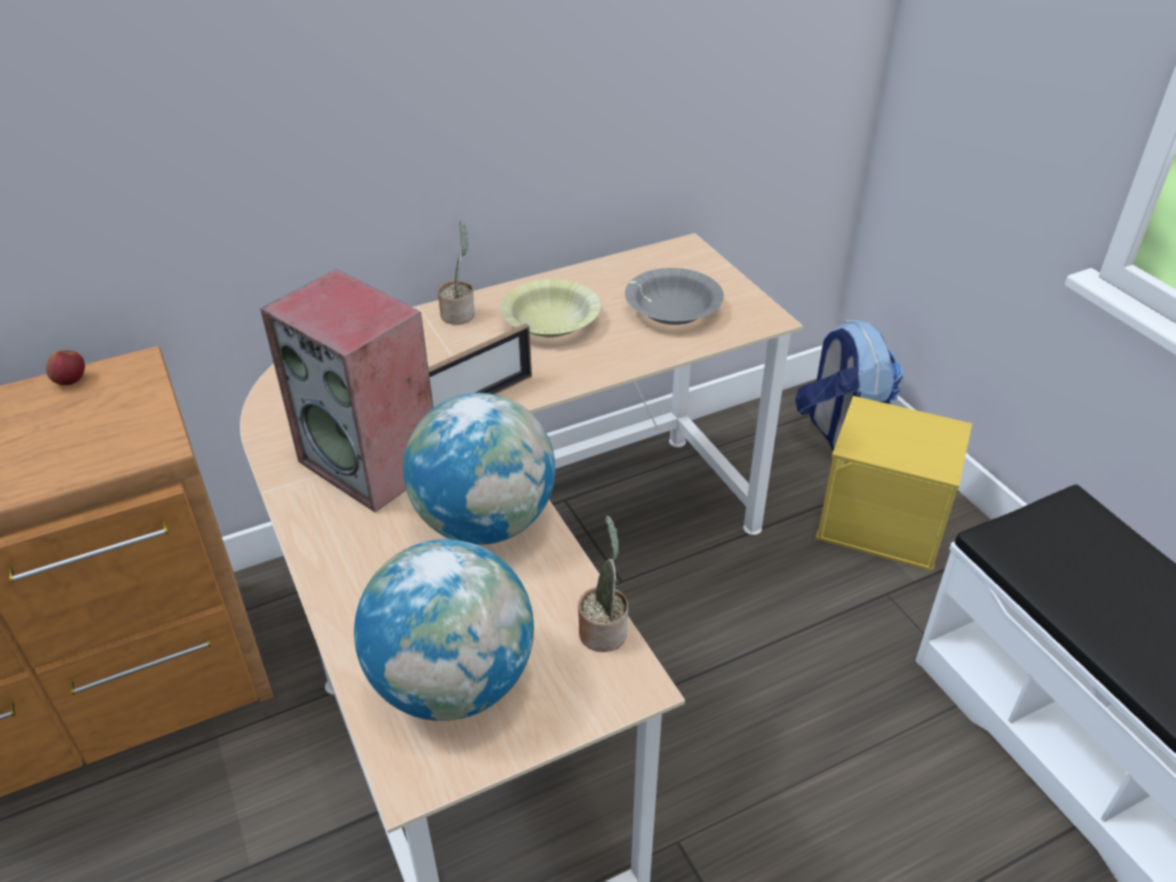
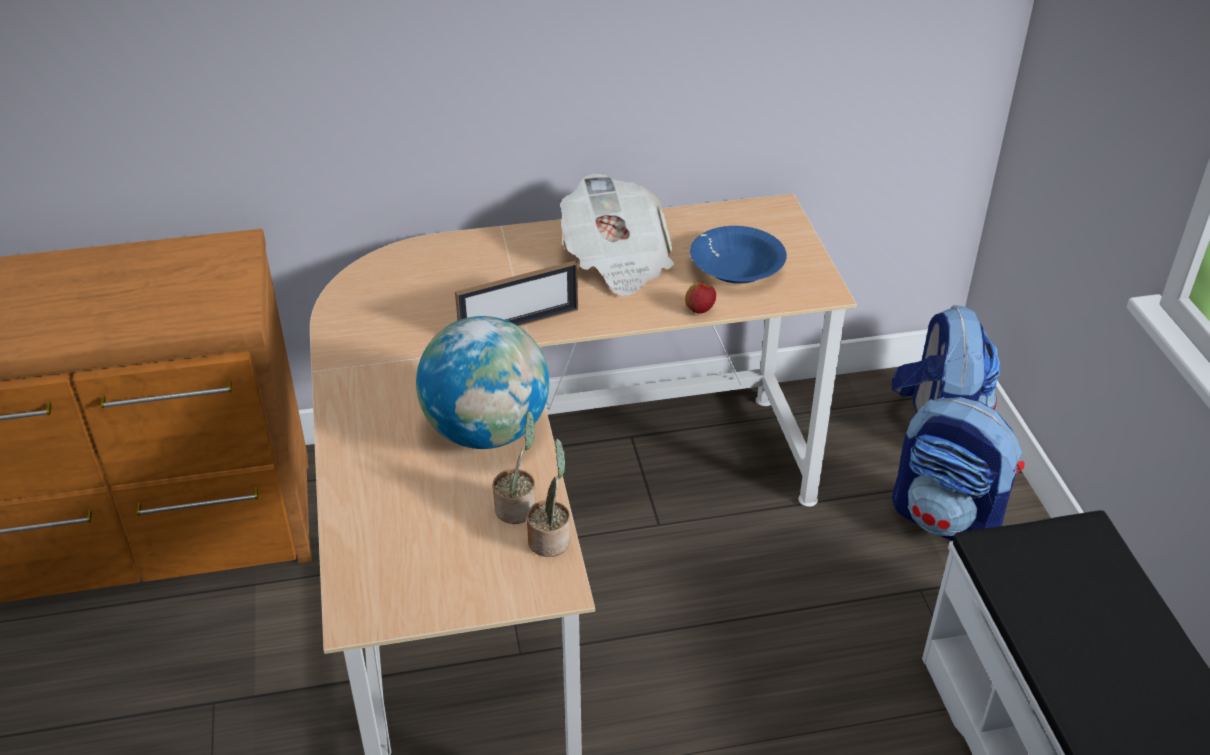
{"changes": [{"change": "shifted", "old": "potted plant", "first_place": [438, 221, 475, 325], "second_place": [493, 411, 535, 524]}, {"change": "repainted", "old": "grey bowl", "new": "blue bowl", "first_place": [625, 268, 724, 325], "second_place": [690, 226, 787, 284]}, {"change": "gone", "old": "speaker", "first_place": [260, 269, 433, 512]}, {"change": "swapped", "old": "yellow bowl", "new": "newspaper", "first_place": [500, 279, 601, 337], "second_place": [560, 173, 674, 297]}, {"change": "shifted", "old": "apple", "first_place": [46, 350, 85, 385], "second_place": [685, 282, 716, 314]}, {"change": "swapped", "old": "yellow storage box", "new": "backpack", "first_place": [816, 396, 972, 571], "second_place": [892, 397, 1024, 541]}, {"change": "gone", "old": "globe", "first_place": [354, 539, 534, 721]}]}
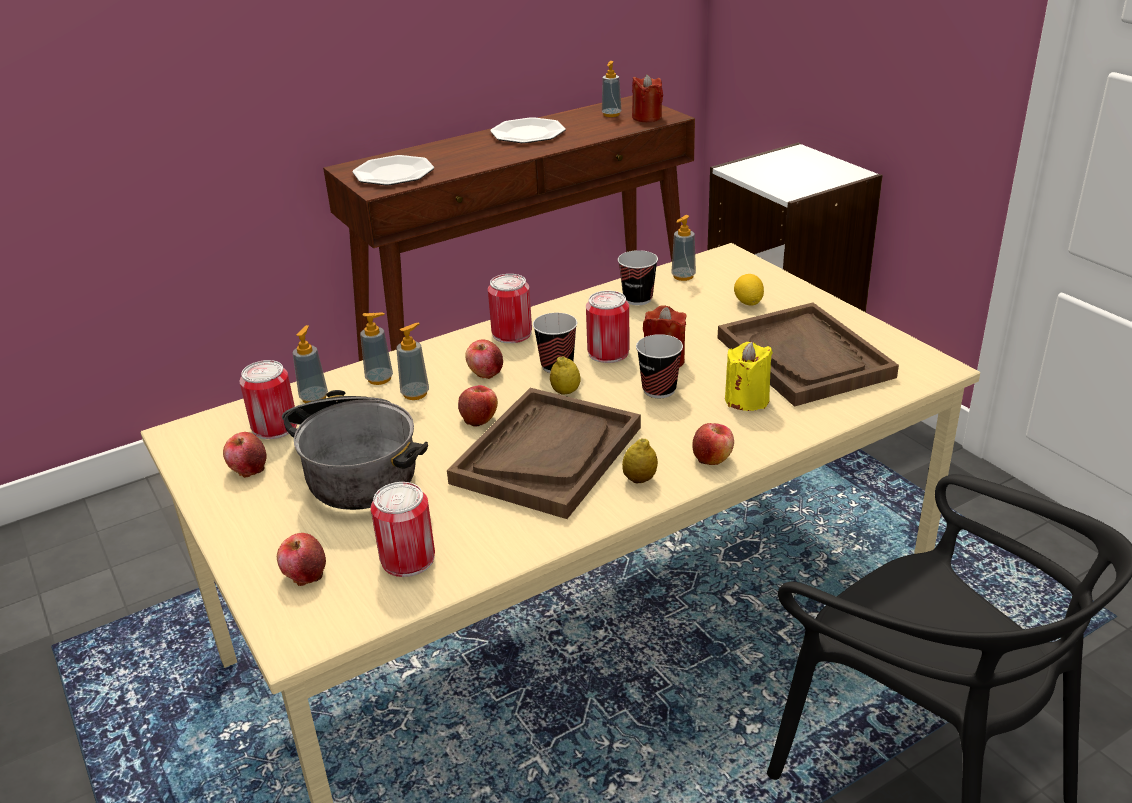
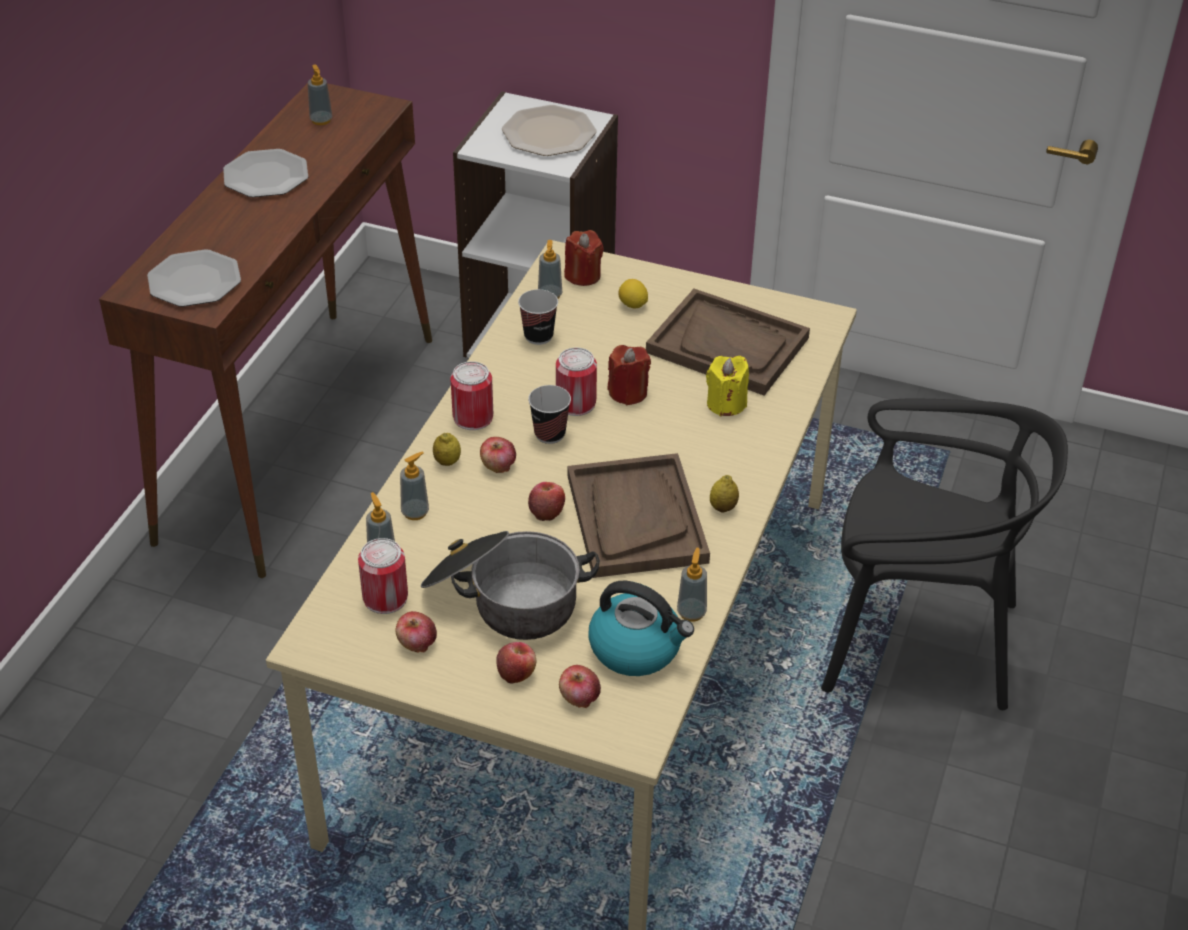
{"changes": [{"change": "shifted", "old": "red candle", "first_place": [632, 74, 663, 122], "second_place": [564, 230, 604, 286]}, {"change": "shifted", "old": "soap dispenser", "first_place": [397, 323, 429, 400], "second_place": [677, 548, 707, 622]}, {"change": "gone", "old": "cup", "first_place": [636, 334, 683, 398]}, {"change": "shifted", "old": "lemon", "first_place": [550, 356, 581, 395], "second_place": [433, 433, 461, 466]}, {"change": "shifted", "old": "apple", "first_place": [692, 423, 734, 465], "second_place": [496, 642, 536, 684]}, {"change": "swapped", "old": "can", "new": "kettle", "first_place": [371, 482, 435, 577], "second_place": [588, 581, 694, 676]}, {"change": "new", "new": "plate", "second_place": [502, 105, 597, 156]}]}
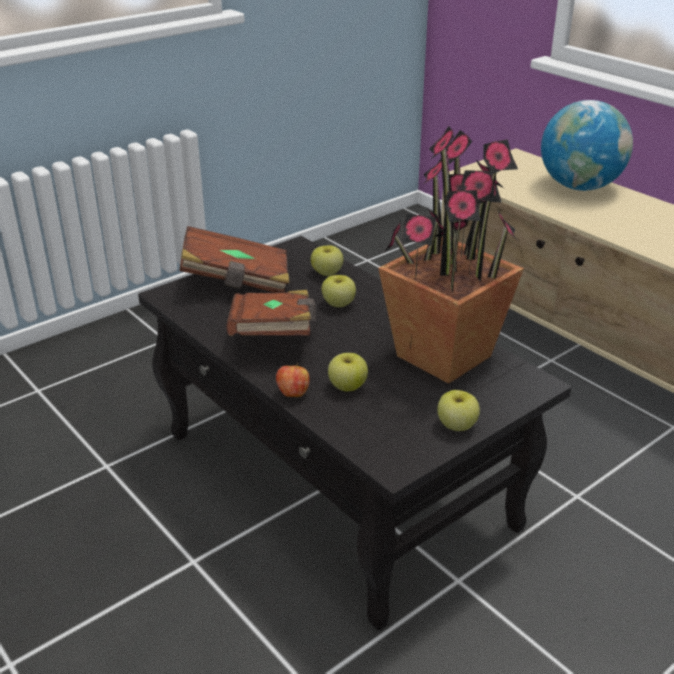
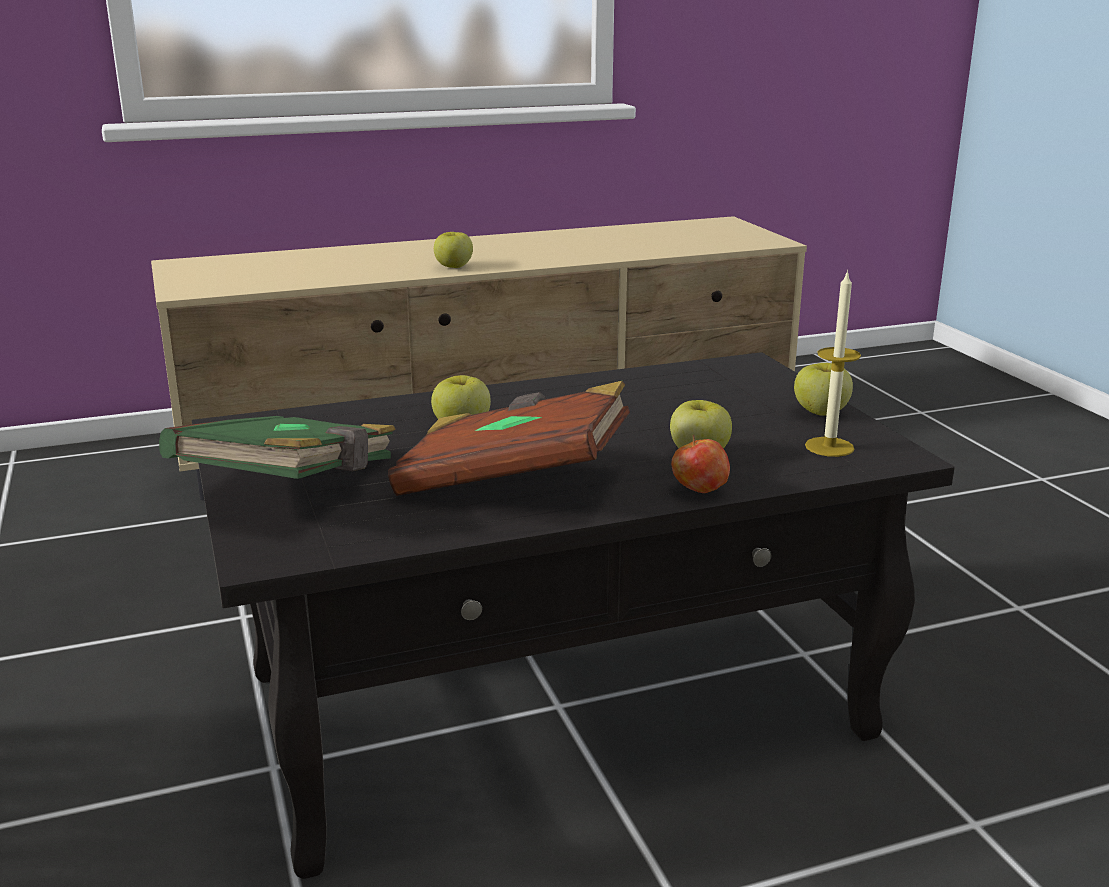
{"changes": [{"change": "gone", "old": "globe", "first_place": [541, 100, 633, 191]}, {"change": "gone", "old": "potted plant", "first_place": [378, 126, 524, 384]}, {"change": "repainted", "old": "brown book", "new": "green book", "first_place": [179, 226, 290, 293], "second_place": [159, 416, 396, 479]}, {"change": "shifted", "old": "apple", "first_place": [311, 245, 343, 276], "second_place": [434, 232, 473, 268]}, {"change": "new", "new": "candle", "second_place": [805, 270, 861, 457]}]}
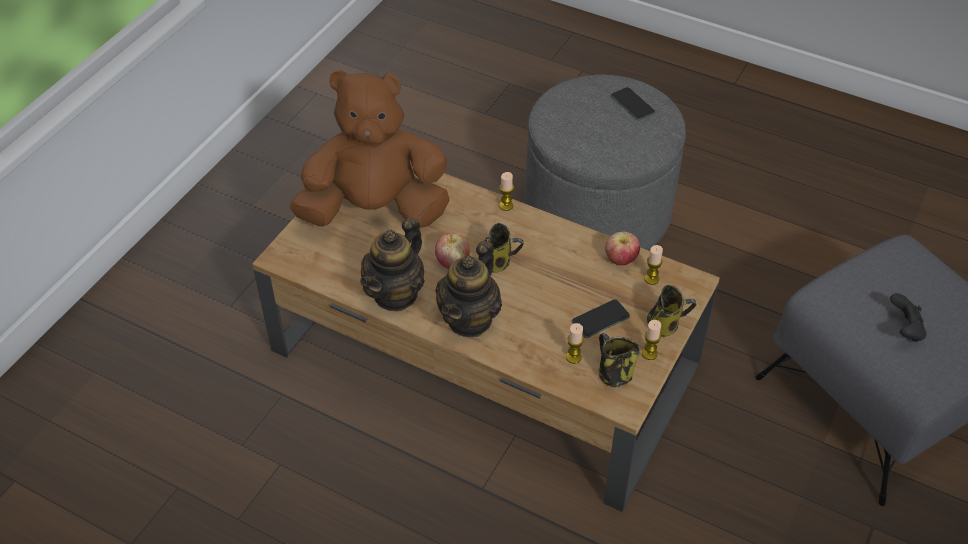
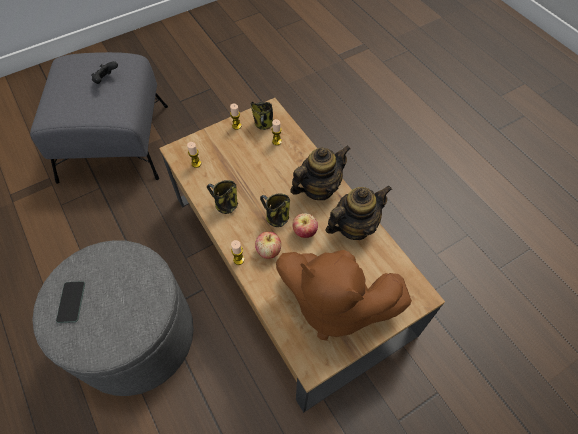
{"changes": [{"change": "shifted", "old": "apple", "first_place": [605, 232, 640, 265], "second_place": [255, 232, 281, 259]}, {"change": "shifted", "old": "mug", "first_place": [647, 285, 697, 337], "second_place": [207, 180, 238, 214]}, {"change": "gone", "old": "phone", "first_place": [572, 299, 630, 338]}]}
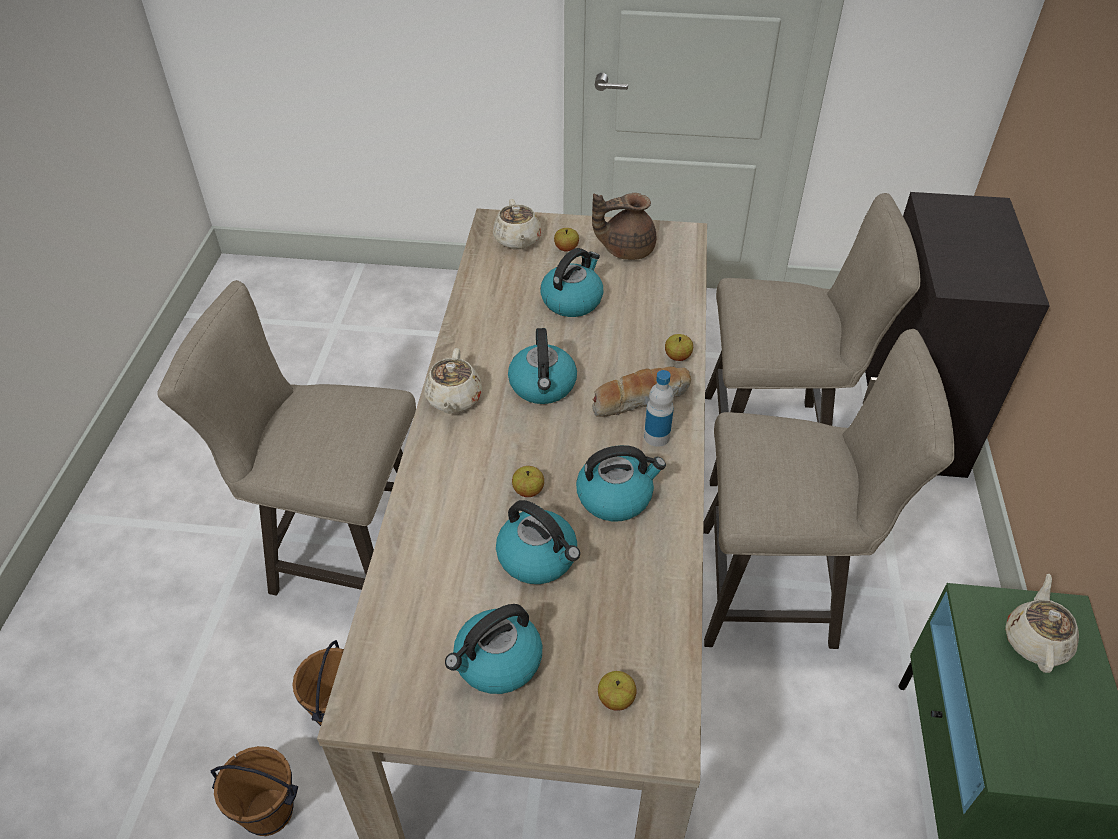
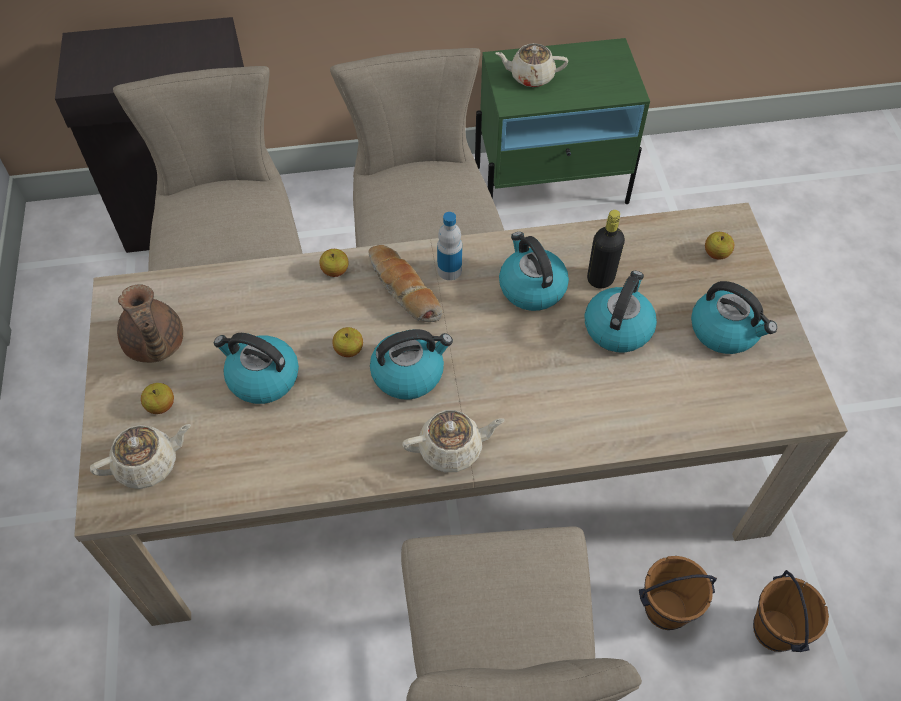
{"changes": [{"change": "shifted", "old": "apple", "first_place": [512, 466, 544, 497], "second_place": [332, 327, 363, 357]}, {"change": "new", "new": "black bottle", "second_place": [587, 210, 625, 288]}]}
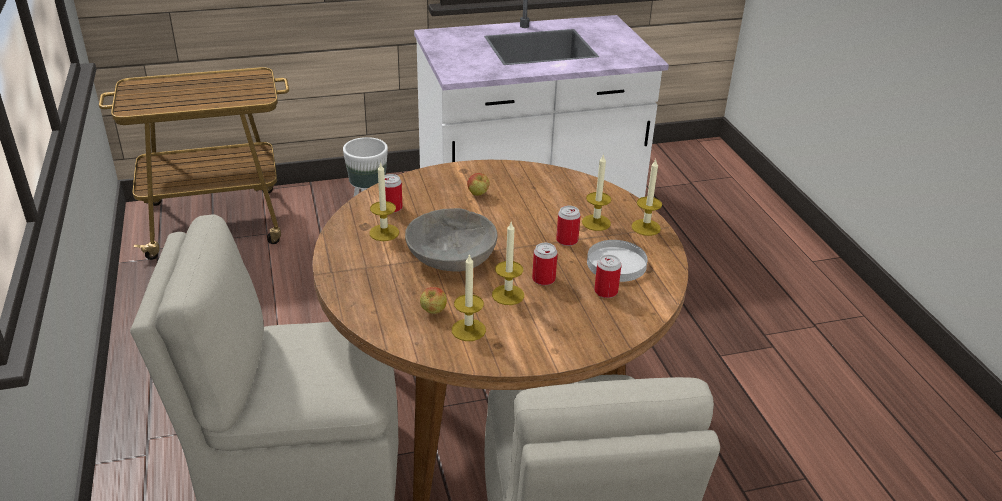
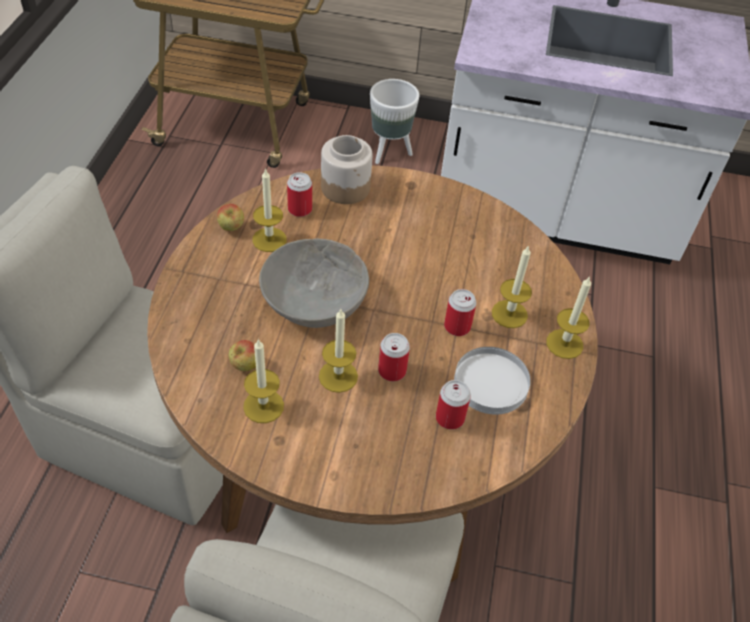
{"changes": [{"change": "shifted", "old": "apple", "first_place": [467, 173, 490, 196], "second_place": [217, 204, 244, 231]}, {"change": "new", "new": "jar", "second_place": [321, 135, 372, 204]}]}
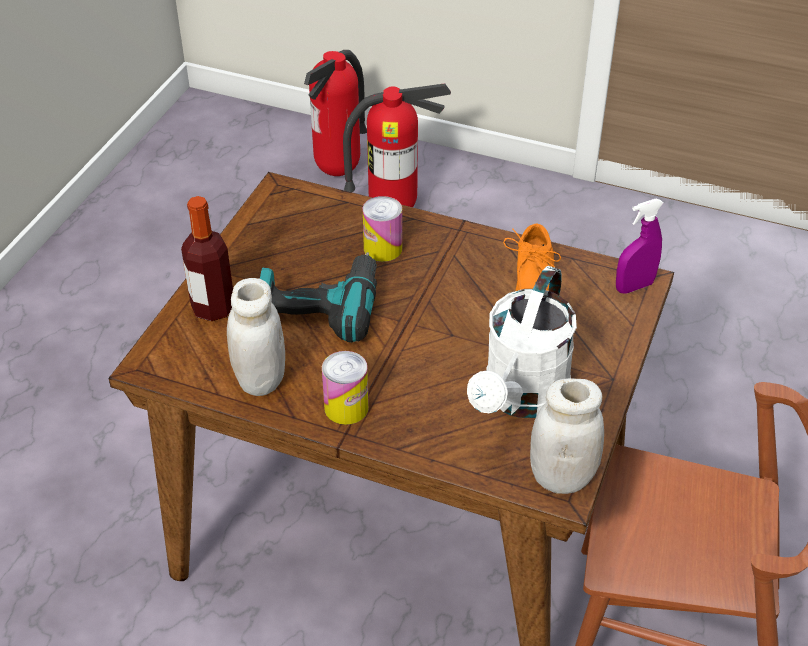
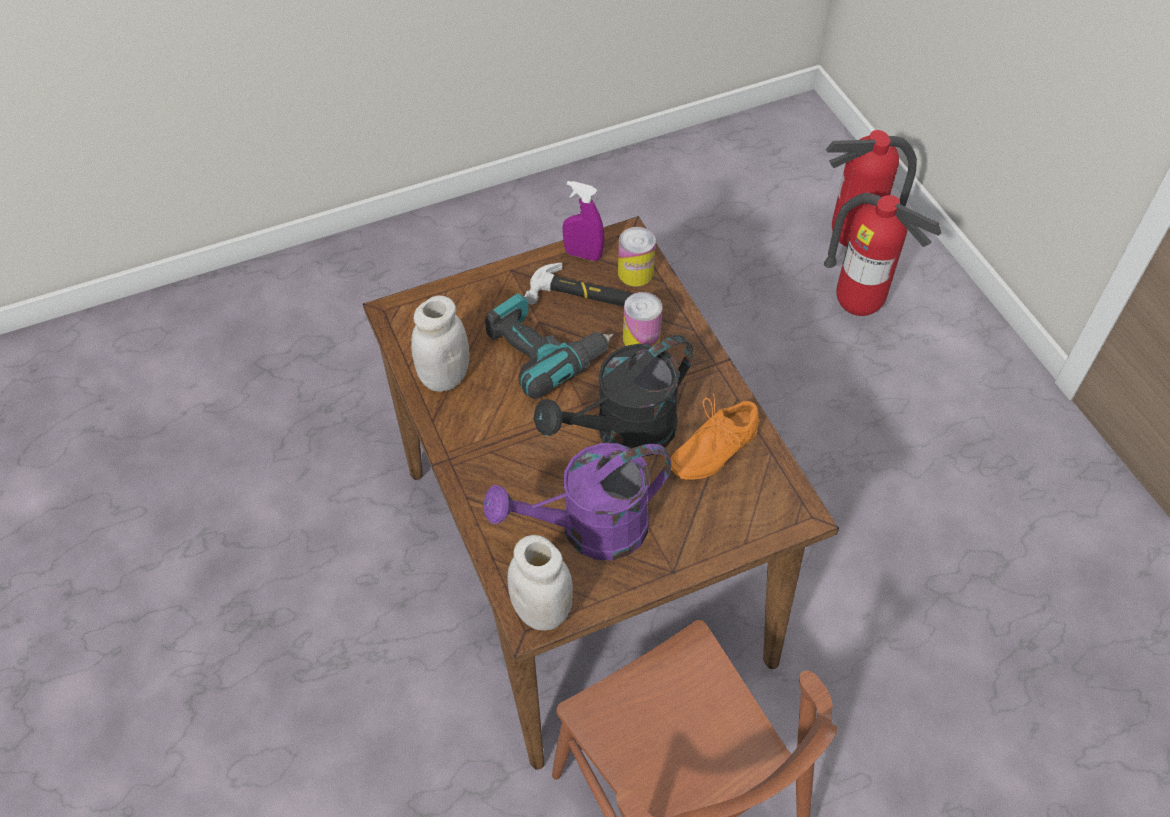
{"changes": [{"change": "gone", "old": "bottle", "first_place": [181, 196, 233, 321]}, {"change": "shifted", "old": "purple spray bottle", "first_place": [616, 199, 664, 294], "second_place": [562, 181, 604, 261]}, {"change": "repainted", "old": "white watering can", "new": "purple watering can", "first_place": [467, 266, 577, 418], "second_place": [483, 443, 672, 560]}, {"change": "shifted", "old": "can", "first_place": [322, 351, 369, 425], "second_place": [618, 227, 656, 287]}, {"change": "new", "new": "hammer", "second_place": [524, 263, 634, 306]}, {"change": "new", "new": "black watering can", "second_place": [534, 335, 693, 457]}]}
